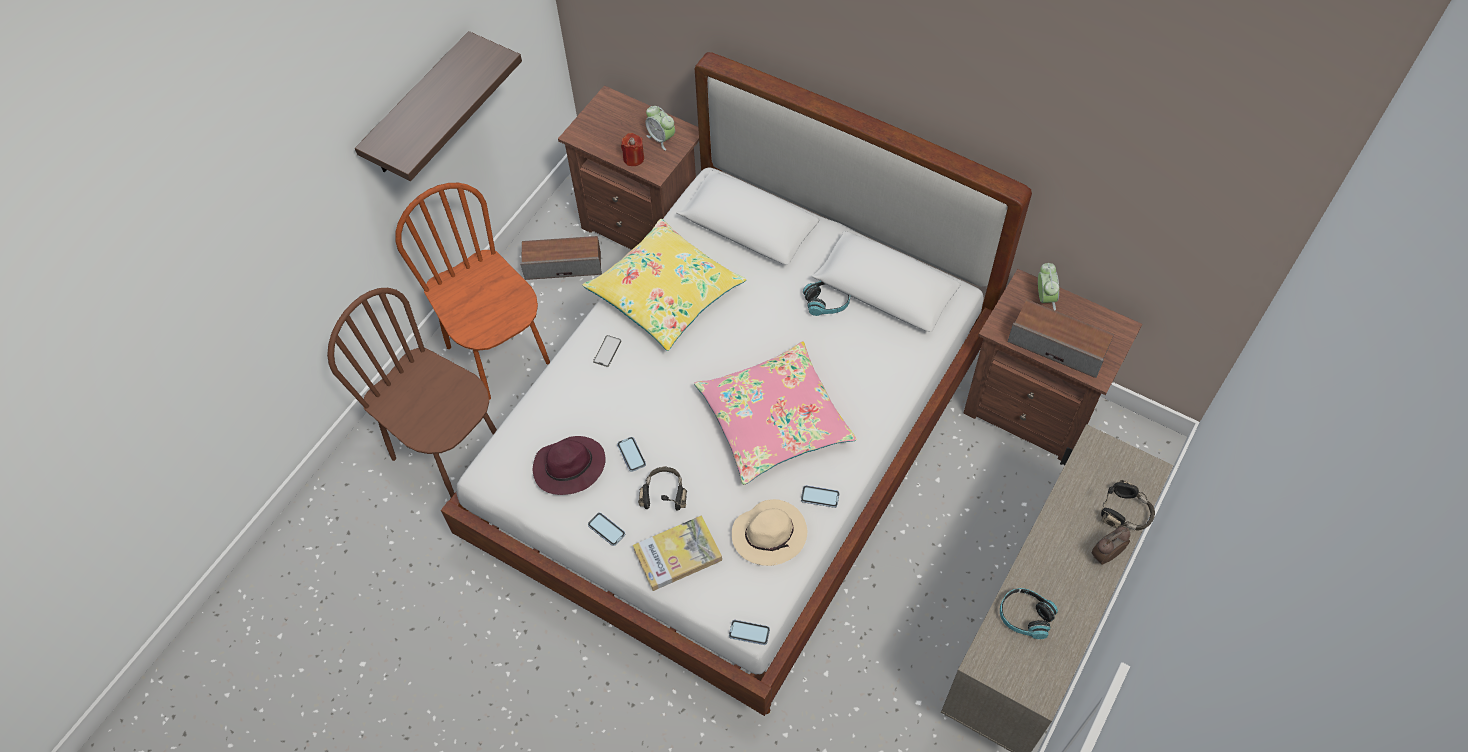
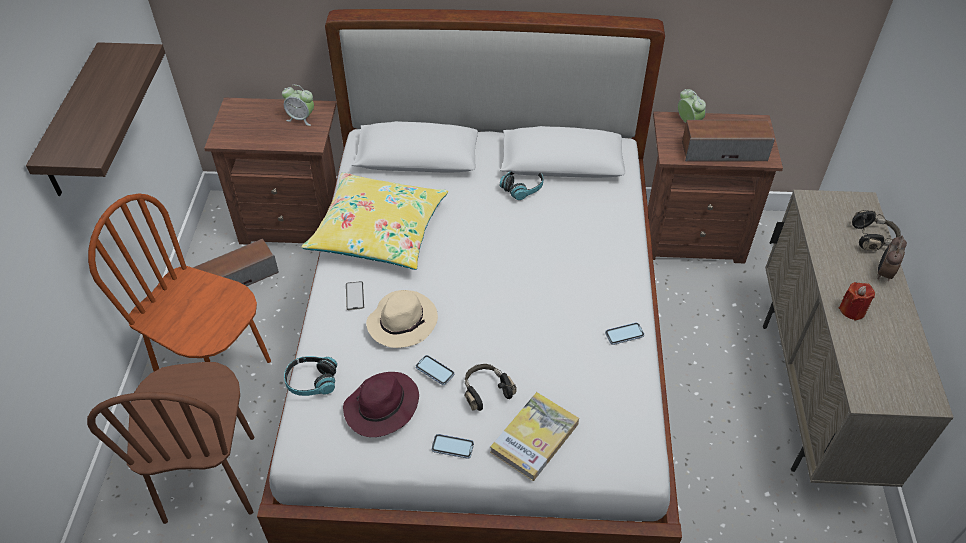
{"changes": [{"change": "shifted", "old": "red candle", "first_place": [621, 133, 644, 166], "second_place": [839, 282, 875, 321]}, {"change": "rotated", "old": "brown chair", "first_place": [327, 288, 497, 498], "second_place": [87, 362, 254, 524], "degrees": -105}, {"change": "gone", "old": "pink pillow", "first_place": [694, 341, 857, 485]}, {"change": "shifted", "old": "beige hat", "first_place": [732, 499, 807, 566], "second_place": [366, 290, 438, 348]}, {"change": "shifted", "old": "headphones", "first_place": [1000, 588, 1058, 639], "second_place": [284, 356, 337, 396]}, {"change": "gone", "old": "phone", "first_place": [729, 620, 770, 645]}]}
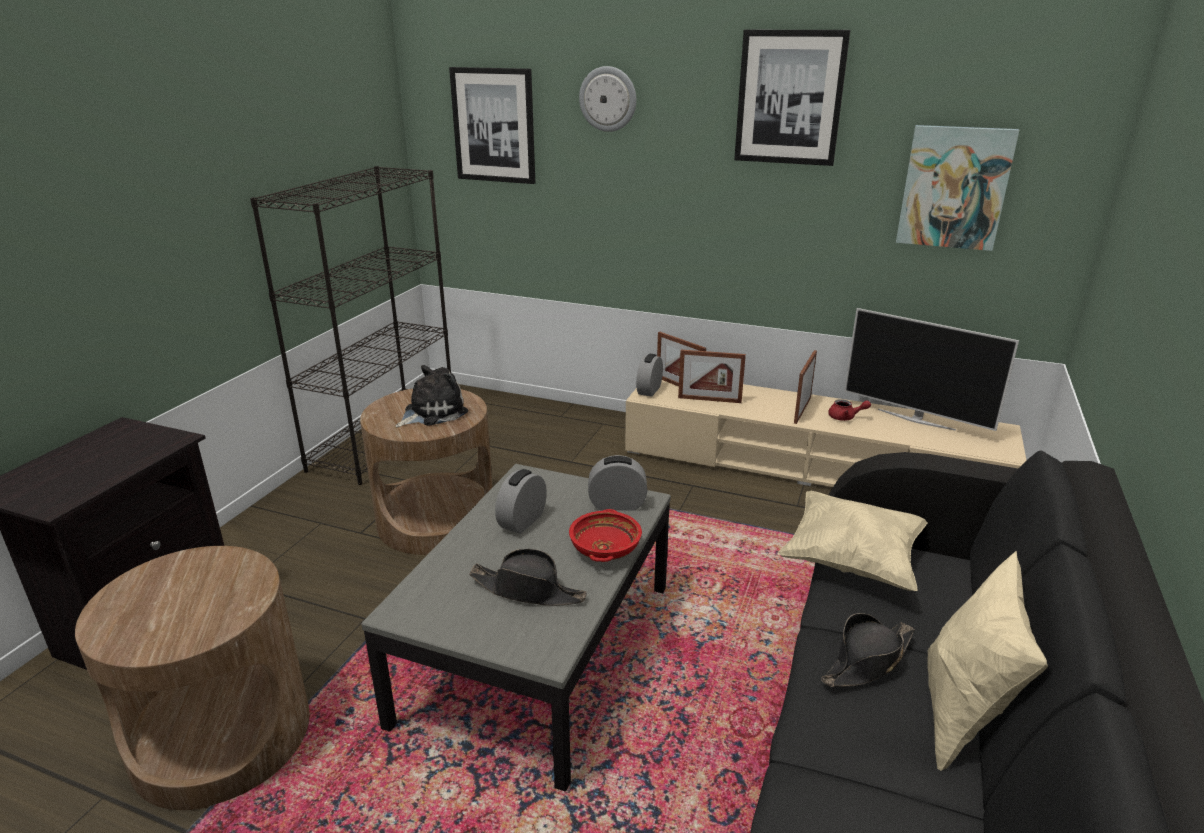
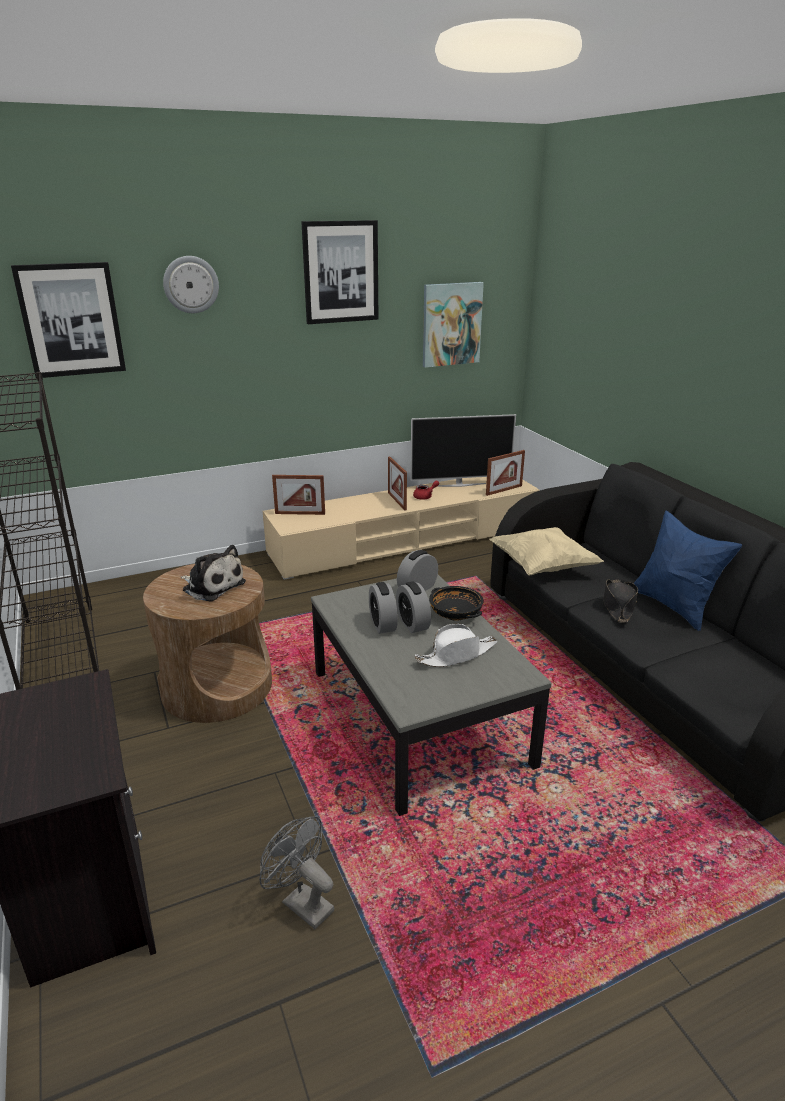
{"changes": [{"change": "shifted", "old": "picture frame", "first_place": [678, 350, 746, 403], "second_place": [486, 450, 525, 496]}, {"change": "shifted", "old": "alarm clock", "first_place": [636, 354, 663, 397], "second_place": [396, 581, 431, 633]}, {"change": "rotated", "old": "plush toy", "first_place": [396, 365, 468, 428], "second_place": [181, 545, 246, 602], "degrees": 120}, {"change": "repainted", "old": "red bowl", "new": "black bowl", "first_place": [569, 509, 642, 562], "second_place": [429, 586, 483, 621]}, {"change": "swapped", "old": "brown side table", "new": "grey fan", "first_place": [75, 546, 310, 810], "second_place": [259, 816, 334, 929]}, {"change": "repainted", "old": "black hat", "new": "white hat", "first_place": [469, 549, 587, 606], "second_place": [415, 624, 498, 667]}, {"change": "repainted", "old": "beige pillow", "new": "blue pillow", "first_place": [927, 551, 1048, 771], "second_place": [634, 510, 742, 631]}]}
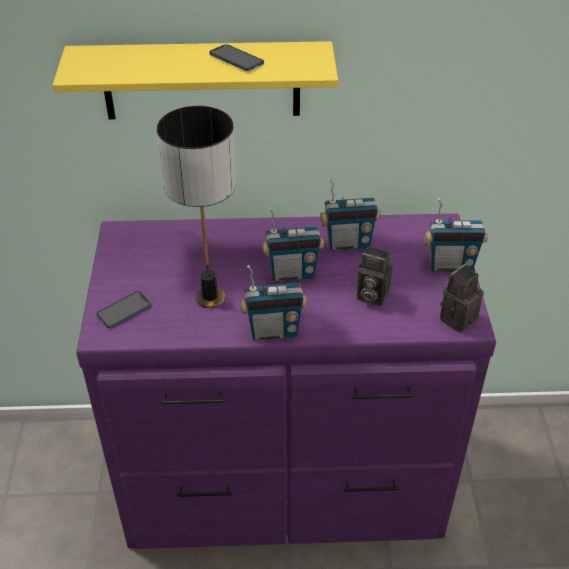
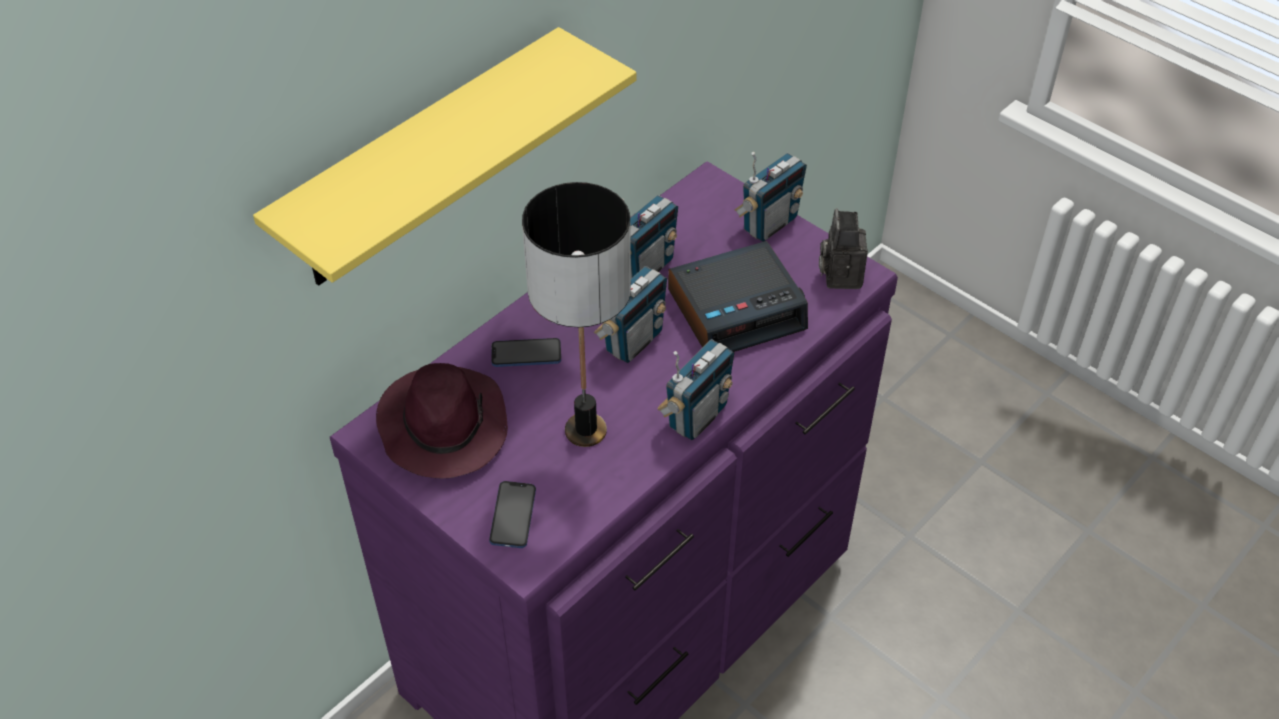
{"changes": [{"change": "shifted", "old": "phone", "first_place": [209, 44, 264, 71], "second_place": [491, 338, 561, 367]}, {"change": "swapped", "old": "photo camera", "new": "alarm clock", "first_place": [357, 246, 393, 306], "second_place": [668, 241, 808, 352]}, {"change": "new", "new": "purple hat", "second_place": [376, 363, 508, 478]}]}
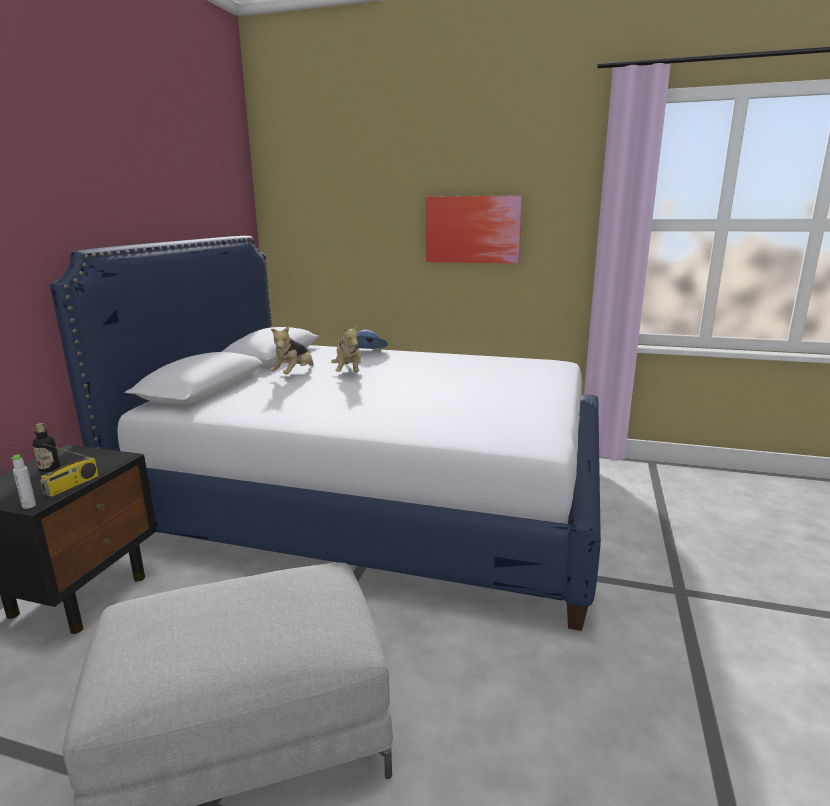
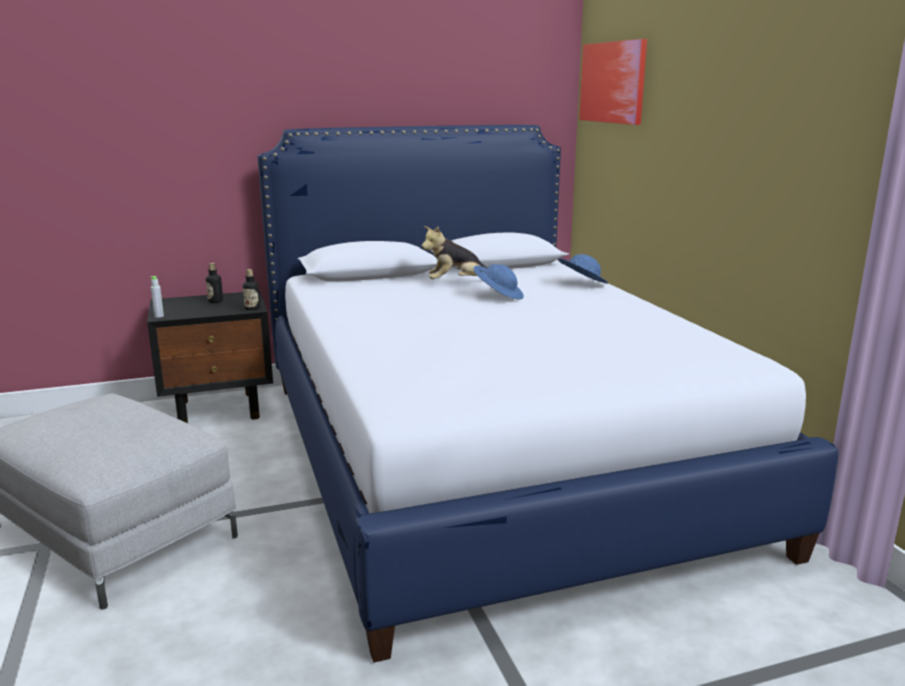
{"changes": [{"change": "shifted", "old": "picture", "first_place": [426, 195, 522, 264], "second_place": [579, 39, 647, 125]}, {"change": "swapped", "old": "plush toy", "new": "blue hat", "first_place": [331, 324, 361, 372], "second_place": [473, 264, 524, 300]}, {"change": "gone", "old": "radio", "first_place": [40, 443, 98, 497]}, {"change": "new", "new": "bottle", "second_place": [243, 269, 260, 310]}]}
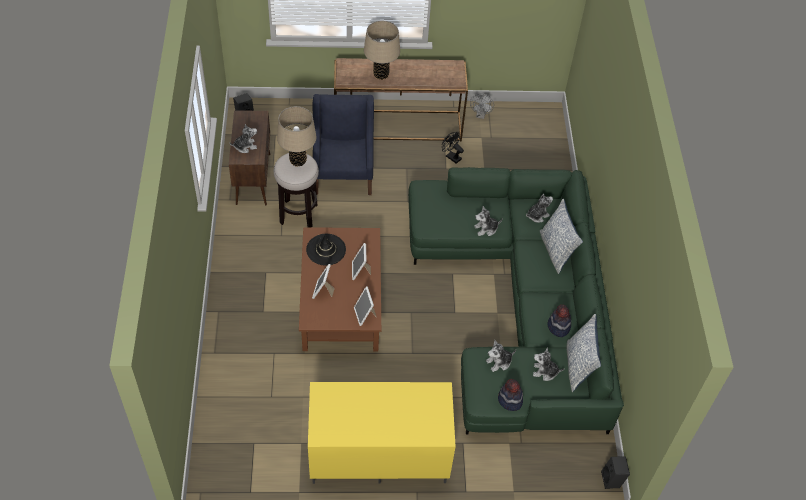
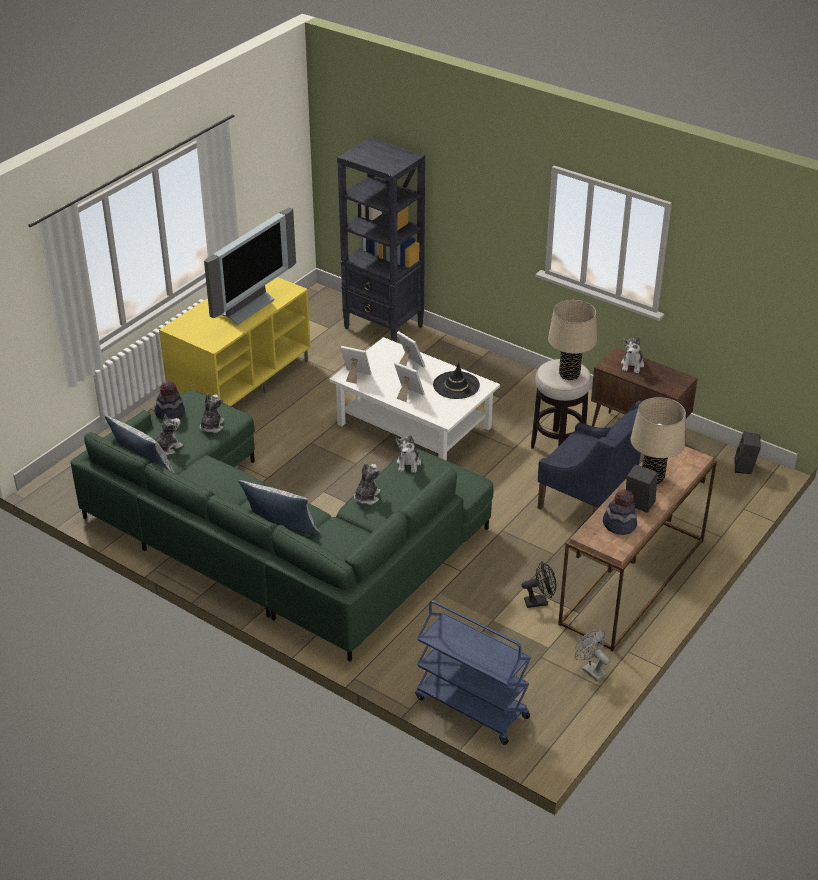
{"changes": [{"change": "shifted", "old": "plush toy", "first_place": [526, 194, 553, 223], "second_place": [396, 435, 421, 473]}, {"change": "repainted", "old": "brown coffee table", "new": "white coffee table", "first_place": [299, 227, 381, 352], "second_place": [329, 337, 500, 461]}, {"change": "shifted", "old": "hat", "first_place": [548, 305, 571, 337], "second_place": [603, 489, 637, 535]}, {"change": "shifted", "old": "black speaker", "first_place": [601, 457, 630, 489], "second_place": [626, 464, 658, 513]}, {"change": "new", "new": "black bookcase", "second_place": [337, 137, 425, 342]}, {"change": "new", "new": "television", "second_place": [204, 207, 296, 325]}, {"change": "new", "new": "blue cart", "second_place": [415, 600, 531, 745]}]}
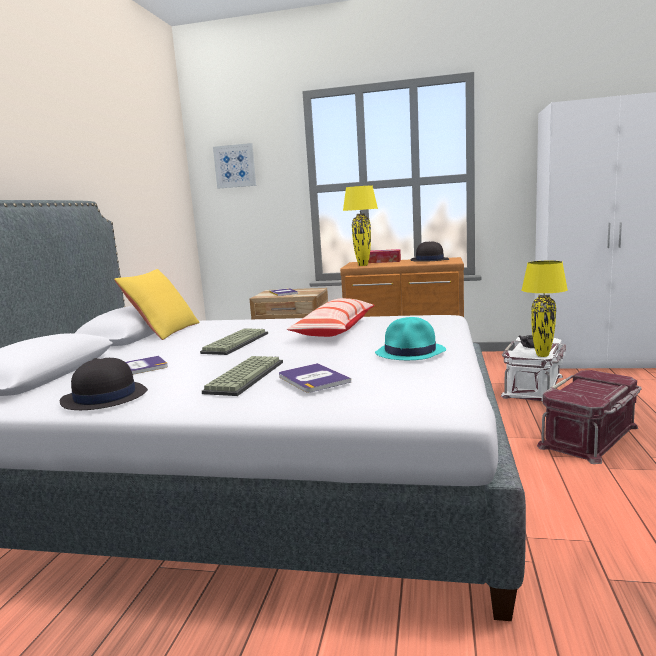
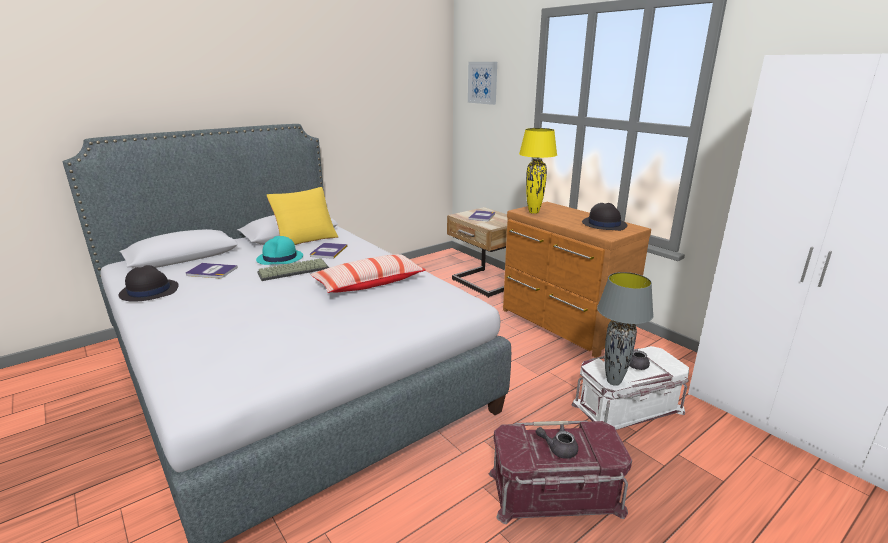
{"changes": [{"change": "gone", "old": "tissue box", "first_place": [368, 249, 401, 263]}, {"change": "repainted", "old": "yellow table lamp", "new": "grey table lamp", "first_place": [521, 261, 568, 357], "second_place": [597, 272, 654, 386]}, {"change": "shifted", "old": "turquoise hat", "first_place": [375, 317, 446, 360], "second_place": [256, 236, 303, 265]}, {"change": "gone", "old": "keyboard", "first_place": [202, 356, 283, 396]}, {"change": "shifted", "old": "book", "first_place": [279, 363, 351, 393], "second_place": [310, 243, 347, 259]}, {"change": "new", "new": "grey teapot", "second_place": [536, 424, 578, 459]}]}
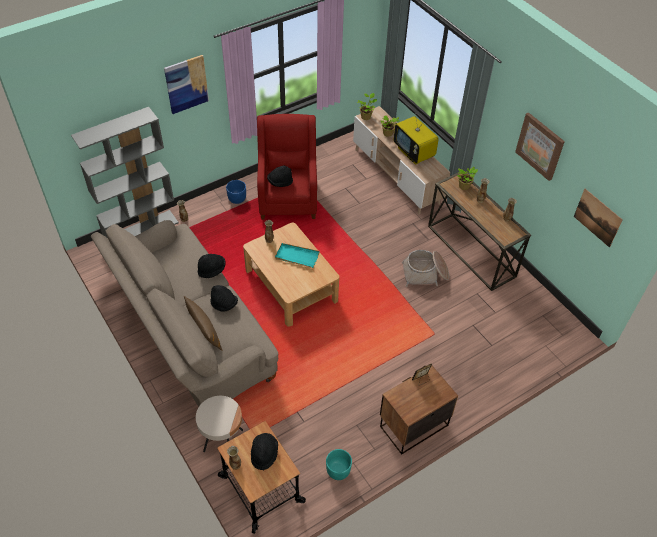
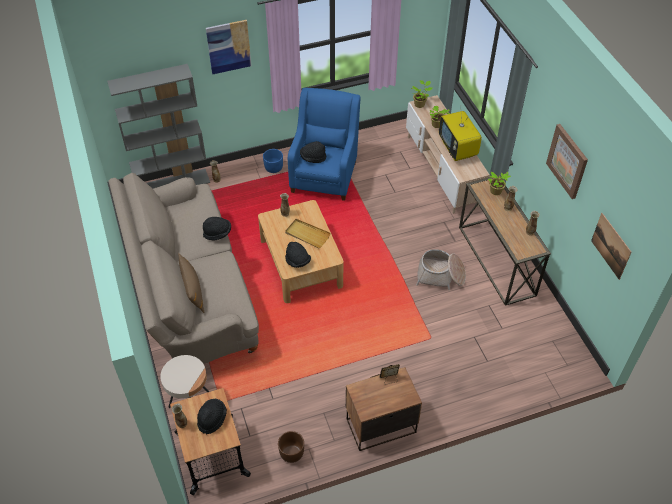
{"changes": [{"change": "repainted", "old": "red armchair", "new": "blue armchair", "first_place": [257, 114, 317, 220], "second_place": [288, 88, 360, 201]}, {"change": "repainted", "old": "turquoise tray", "new": "beige tray", "first_place": [275, 243, 320, 268], "second_place": [285, 219, 331, 248]}, {"change": "shifted", "old": "black hat", "first_place": [210, 285, 238, 312], "second_place": [285, 242, 311, 268]}, {"change": "repainted", "old": "turquoise planter", "new": "brown planter", "first_place": [326, 449, 352, 480], "second_place": [278, 431, 304, 463]}]}
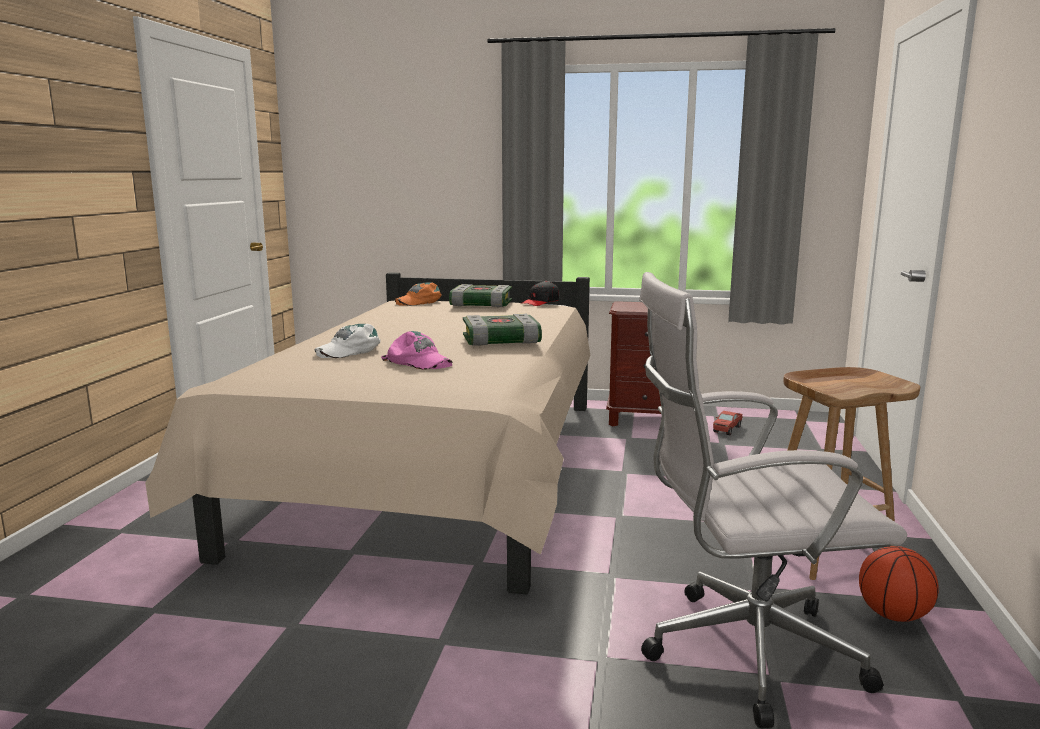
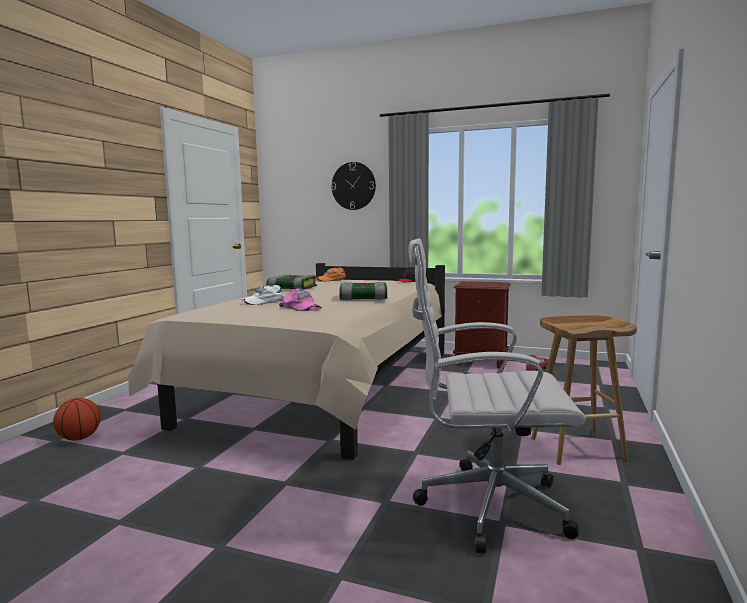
{"changes": [{"change": "shifted", "old": "book", "first_place": [449, 284, 512, 308], "second_place": [267, 274, 317, 289]}, {"change": "shifted", "old": "basketball", "first_place": [859, 546, 939, 622], "second_place": [53, 398, 101, 441]}, {"change": "new", "new": "wall clock", "second_place": [331, 162, 376, 210]}]}
